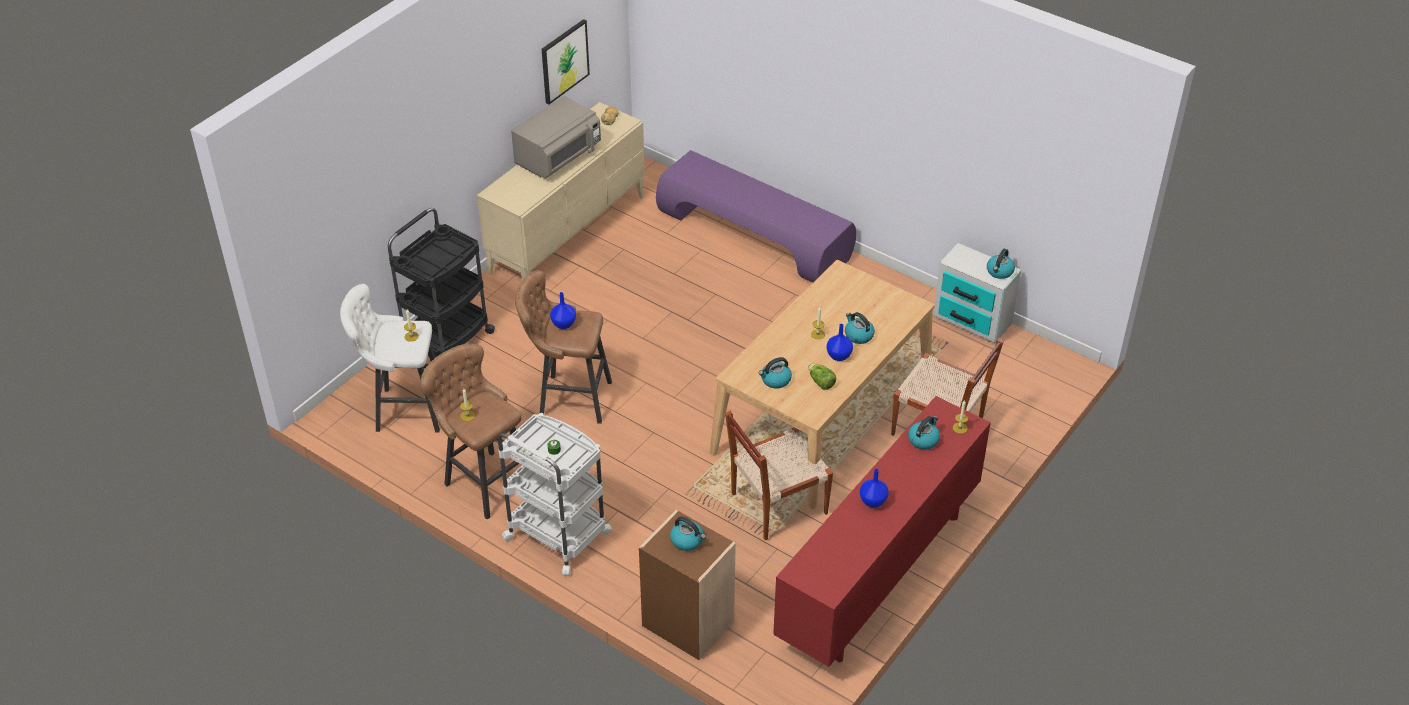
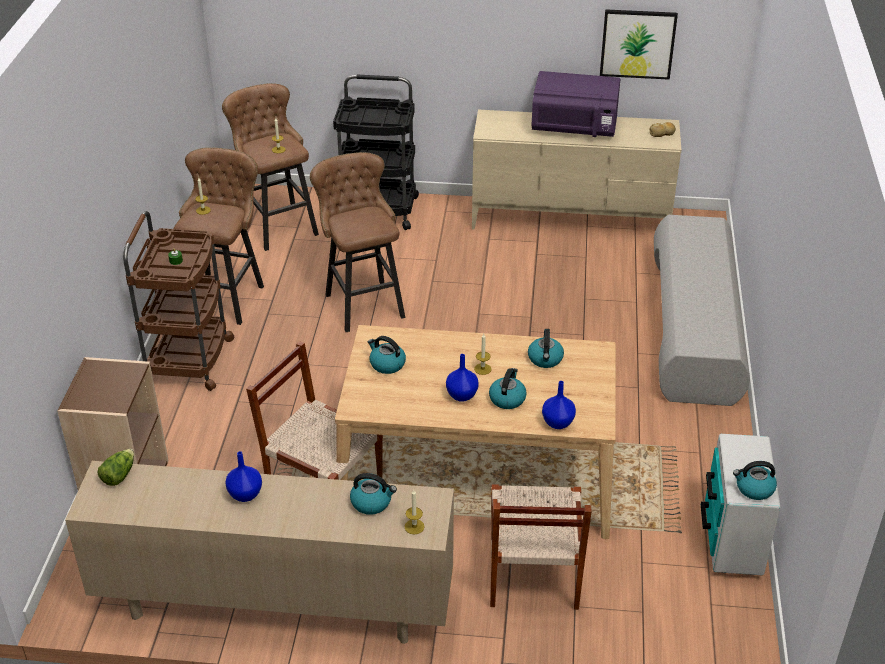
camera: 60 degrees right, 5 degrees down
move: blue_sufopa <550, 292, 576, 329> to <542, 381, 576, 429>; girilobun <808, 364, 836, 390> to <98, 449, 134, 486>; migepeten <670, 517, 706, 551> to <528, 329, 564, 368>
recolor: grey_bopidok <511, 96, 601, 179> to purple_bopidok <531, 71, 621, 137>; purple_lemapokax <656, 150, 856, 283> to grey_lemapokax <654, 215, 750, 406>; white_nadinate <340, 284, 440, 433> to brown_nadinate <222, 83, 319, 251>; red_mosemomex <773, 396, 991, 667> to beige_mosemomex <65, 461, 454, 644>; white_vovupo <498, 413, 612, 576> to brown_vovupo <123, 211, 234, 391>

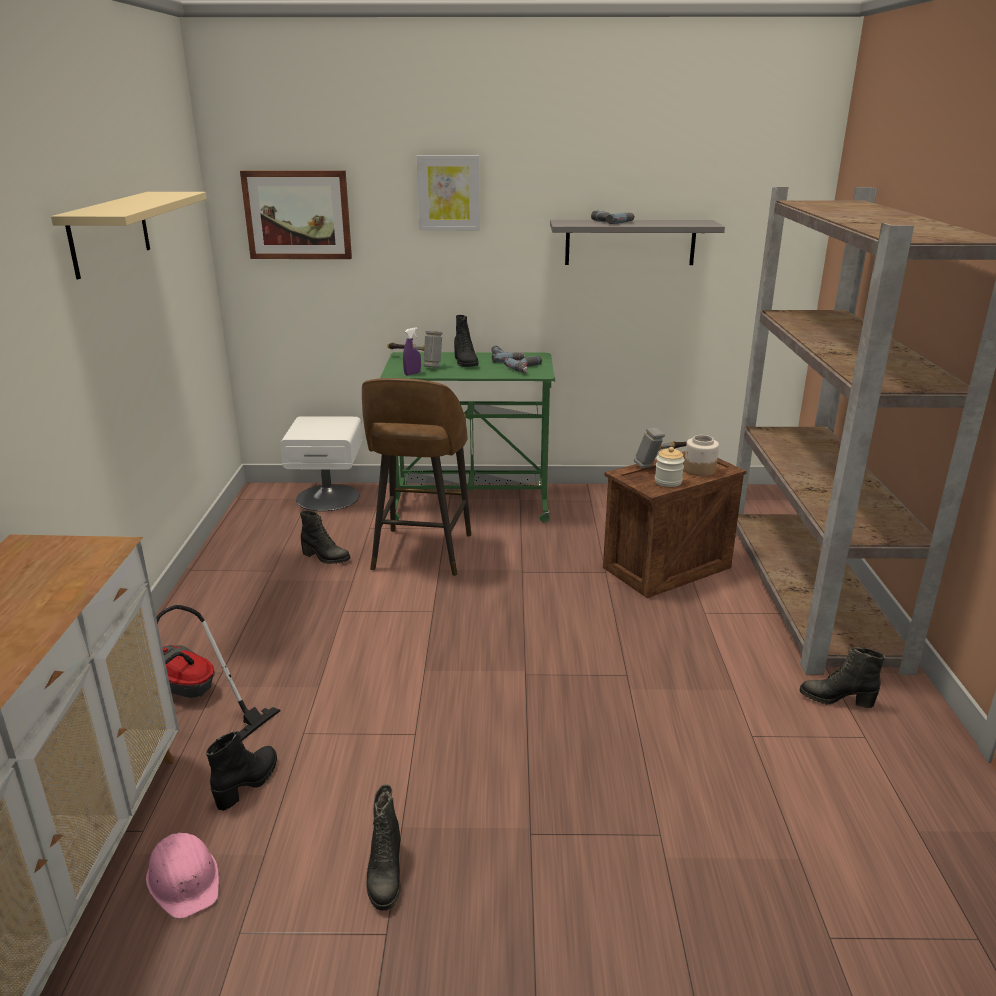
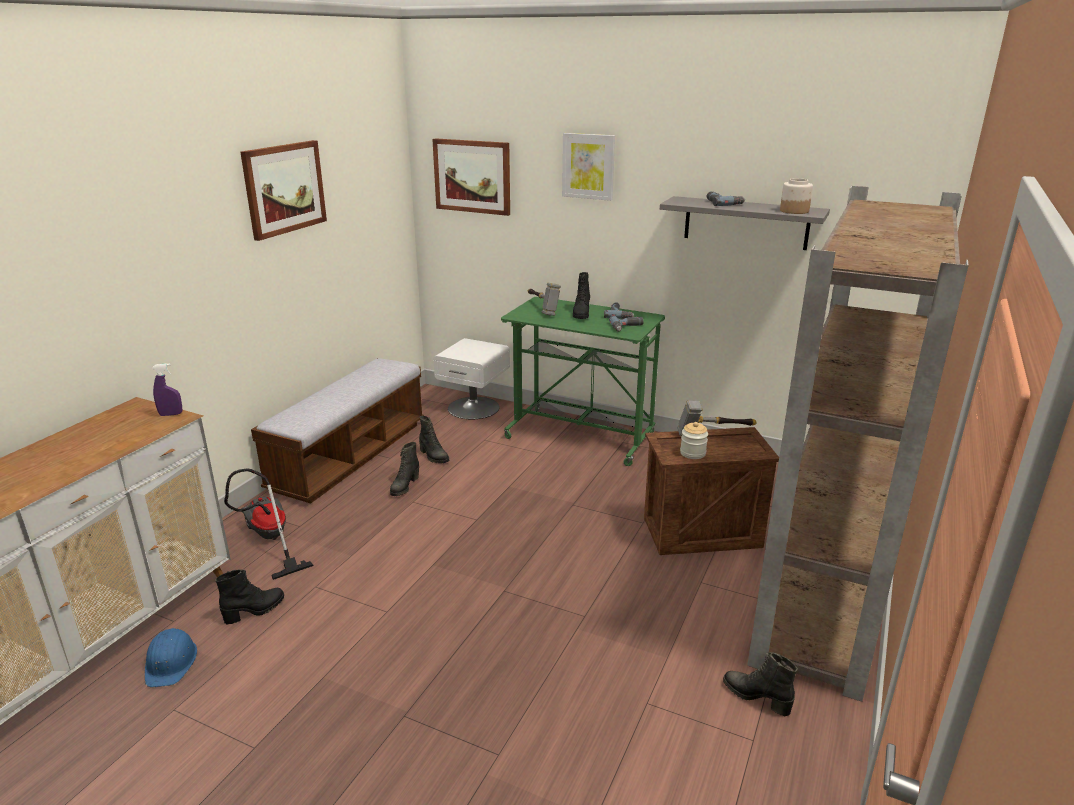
camera: 25 degrees right, 0 degrees up
delete: brown_nadinate <362, 378, 471, 576>
insert: lemapokax <251, 358, 424, 503>
move: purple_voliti <403, 327, 421, 375> to <152, 363, 182, 416>; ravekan <684, 435, 719, 476> to <780, 178, 813, 214>; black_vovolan <366, 784, 401, 911> to <390, 442, 419, 496>
replace: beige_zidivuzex <51, 192, 207, 279> to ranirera <240, 140, 327, 241>
recolor: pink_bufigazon <146, 833, 219, 919> to blue_bufigazon <145, 628, 197, 687>

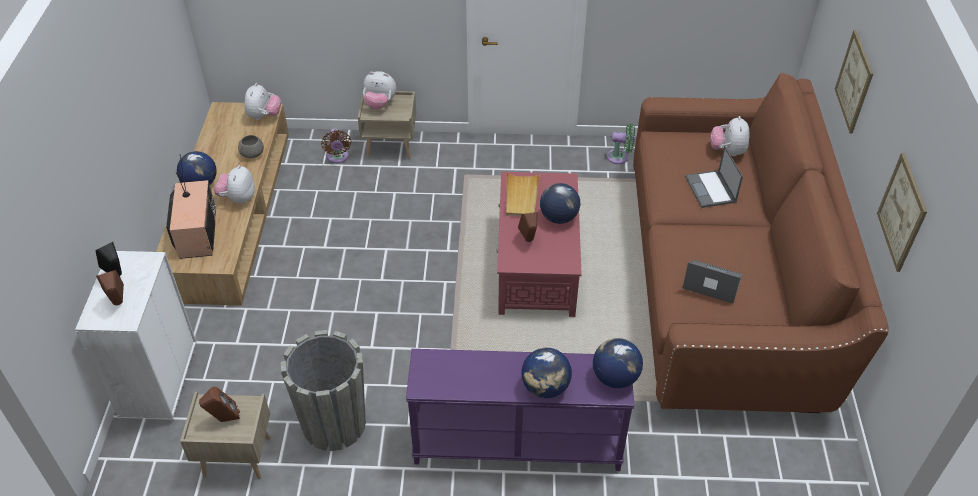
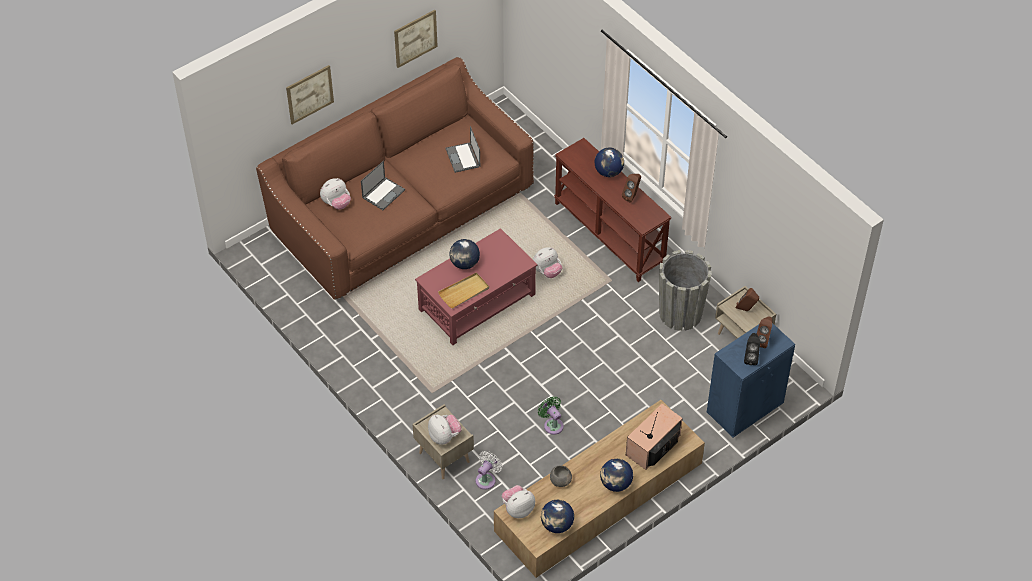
camera: 130 degrees left, 5 degrees up
move: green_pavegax <607, 124, 635, 164> to <538, 396, 564, 435>; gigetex <214, 165, 255, 204> to <533, 247, 562, 278>; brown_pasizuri <518, 212, 538, 242> to <622, 174, 641, 203>; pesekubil <593, 338, 643, 388> to <541, 500, 574, 533>
recolor: brown_pavegax <321, 128, 351, 163> to white_pavegax <476, 451, 502, 490>; white_mosemomex <75, 251, 197, 419> to blue_mosemomex <707, 323, 795, 437>; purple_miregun <406, 349, 634, 471> to brown_miregun <554, 138, 671, 282>

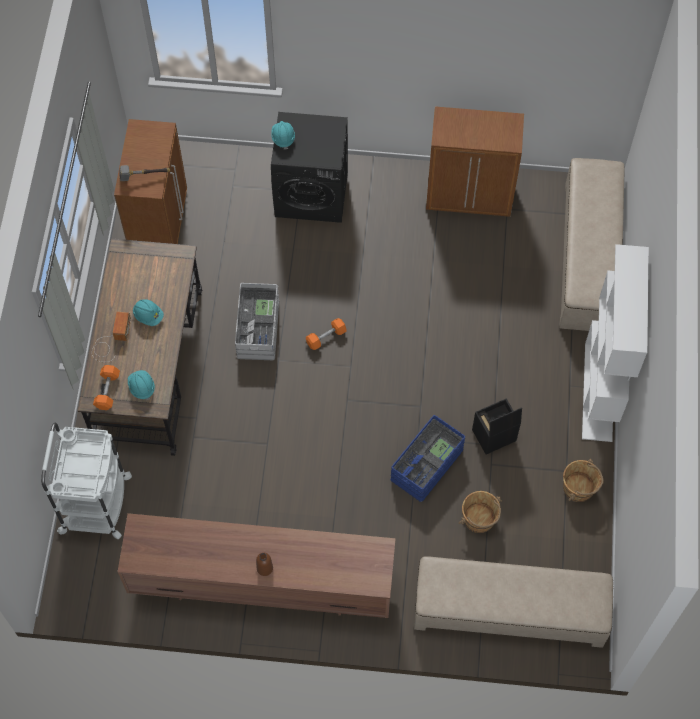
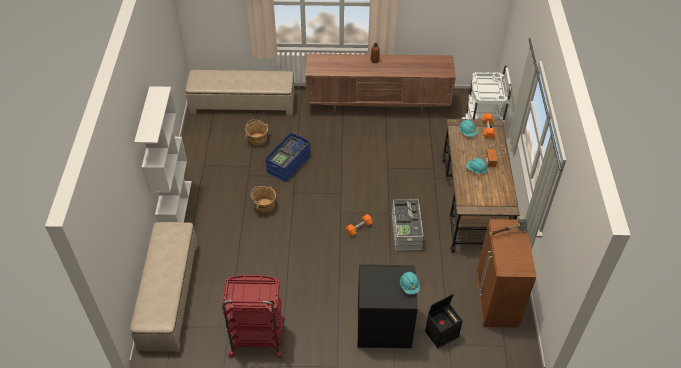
camera: 175 degrees right, 15 degrees down
move: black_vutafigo <472, 398, 522, 454> to <425, 294, 463, 348>; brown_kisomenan <563, 459, 604, 502> to <250, 186, 276, 214>
replace: brown_mosemomex <426, 106, 524, 217> to red_vovupo <222, 275, 285, 358>

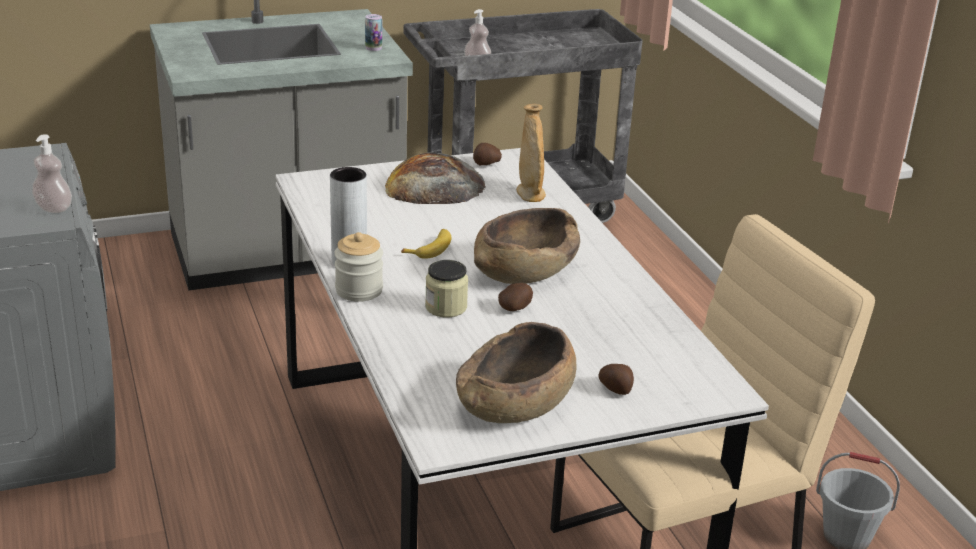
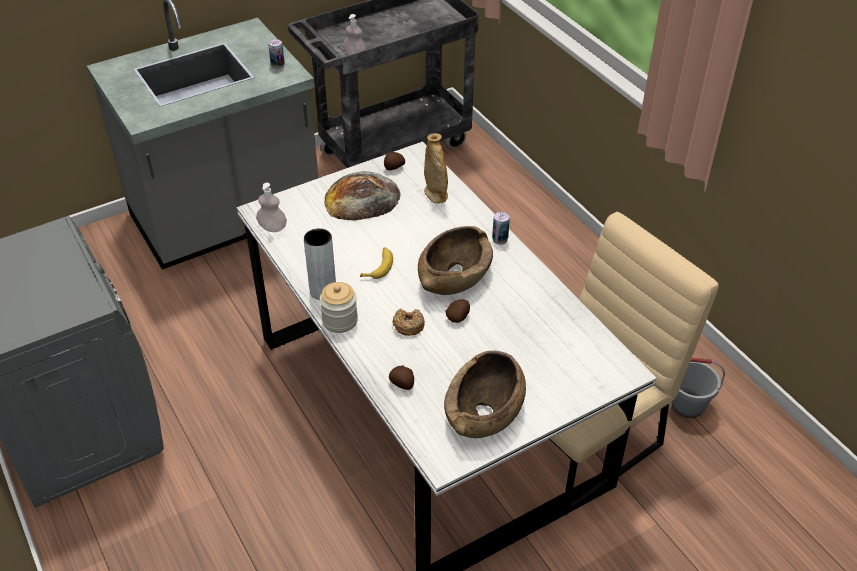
camera: 10 degrees left, 15 degrees up
insert: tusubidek <492, 212, 510, 245>
move: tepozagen <32, 134, 72, 213> to <256, 183, 287, 232>; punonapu <599, 364, 634, 395> to <389, 366, 414, 390>
replace: ravekan <425, 260, 468, 317> to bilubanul <393, 308, 425, 336>

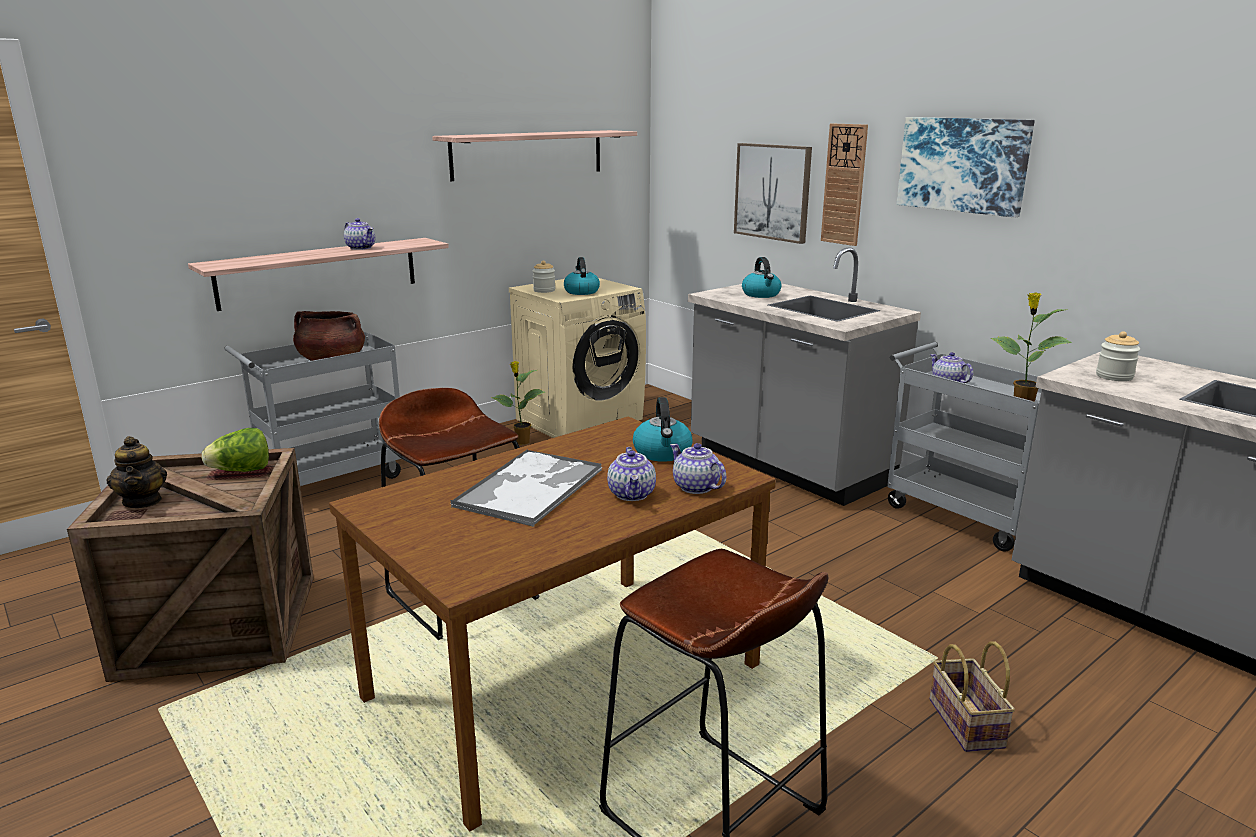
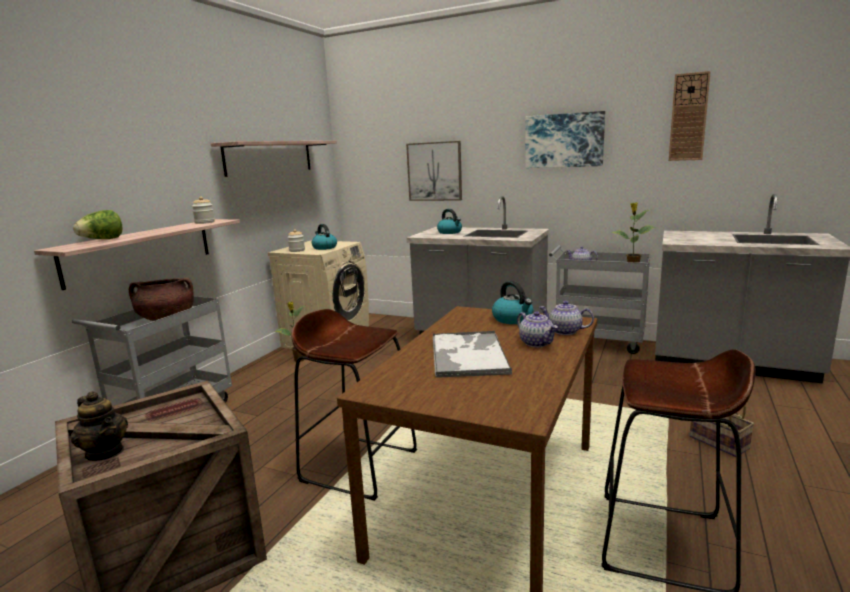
camera: 25 degrees left, 5 degrees down
delete: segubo <344, 218, 375, 250>
move: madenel <821, 123, 868, 246> to <669, 71, 711, 161>; ravekan <1096, 332, 1140, 381> to <192, 197, 215, 224>; girilobun <202, 428, 269, 472> to <73, 210, 123, 239>

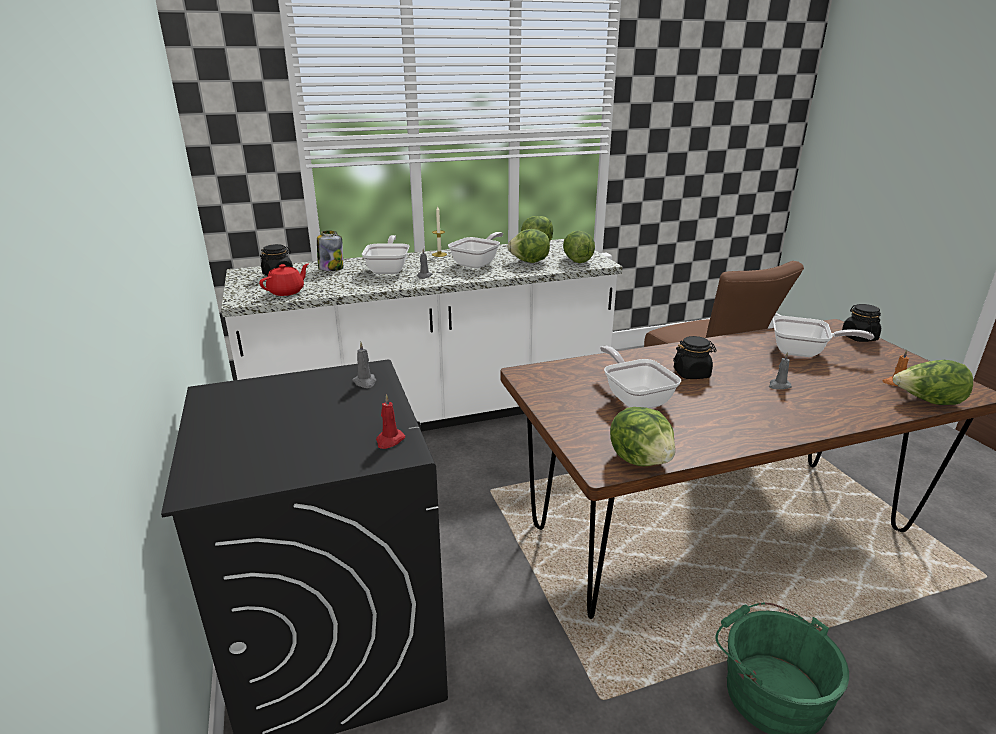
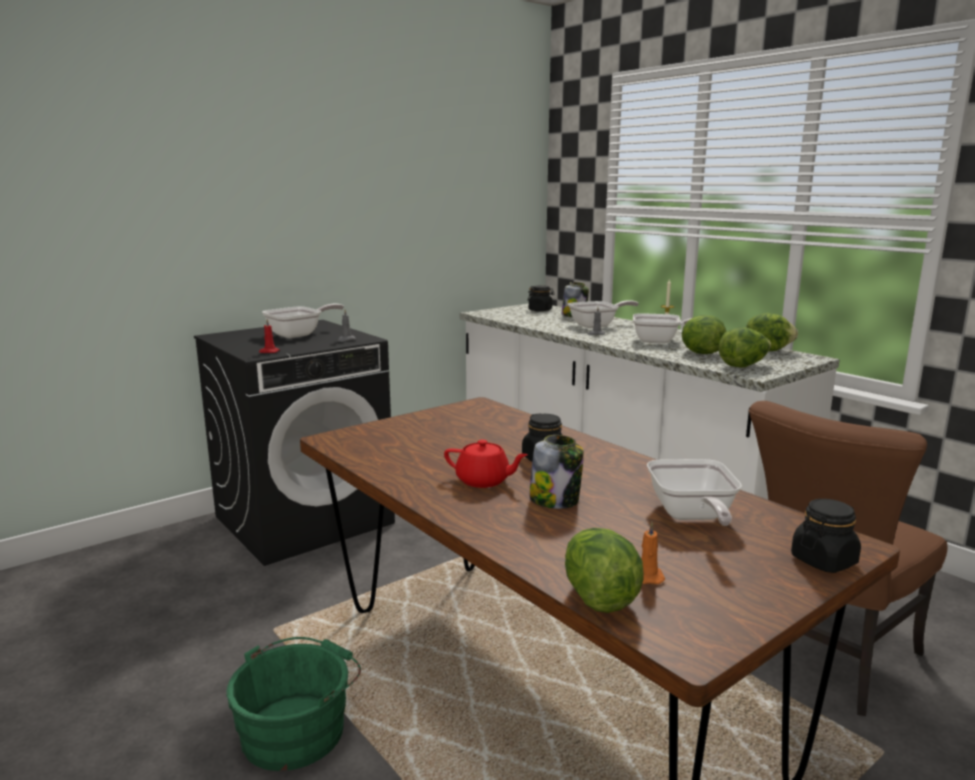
camera: 70 degrees right, 10 degrees down
delete: girilobun <610, 407, 675, 466>
move: red_segubo <259, 264, 309, 296> to <444, 440, 528, 488>; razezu <600, 346, 681, 408> to <262, 303, 344, 338>
replace: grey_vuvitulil <769, 352, 792, 389> to ravekan <529, 435, 584, 509>

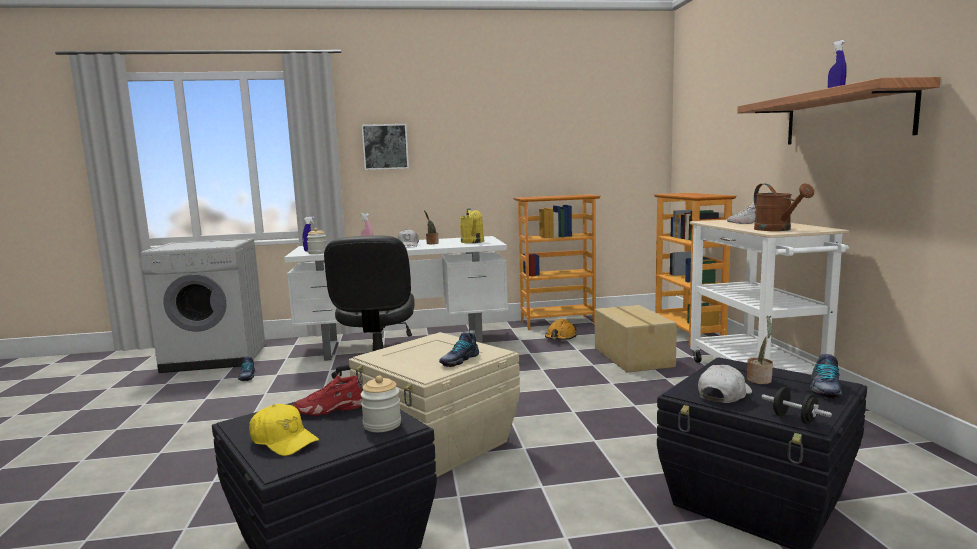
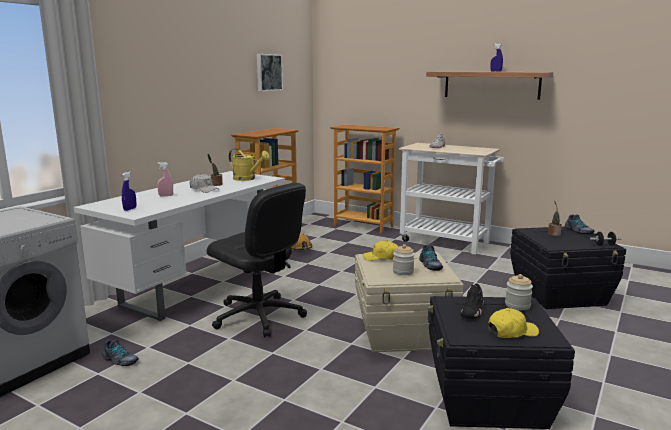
camera: 50 degrees left, 5 degrees up
delete: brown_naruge <754, 183, 814, 231>; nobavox <595, 305, 677, 373>; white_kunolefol <698, 365, 752, 403>
insert: yellow_kunolefol <363, 240, 398, 261>
move: ranirera <361, 124, 409, 170> to <257, 54, 283, 91>; ravekan <307, 228, 327, 254> to <393, 244, 415, 275>
recolor: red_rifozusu <294, 373, 363, 416> to black_rifozusu <461, 284, 484, 319>

